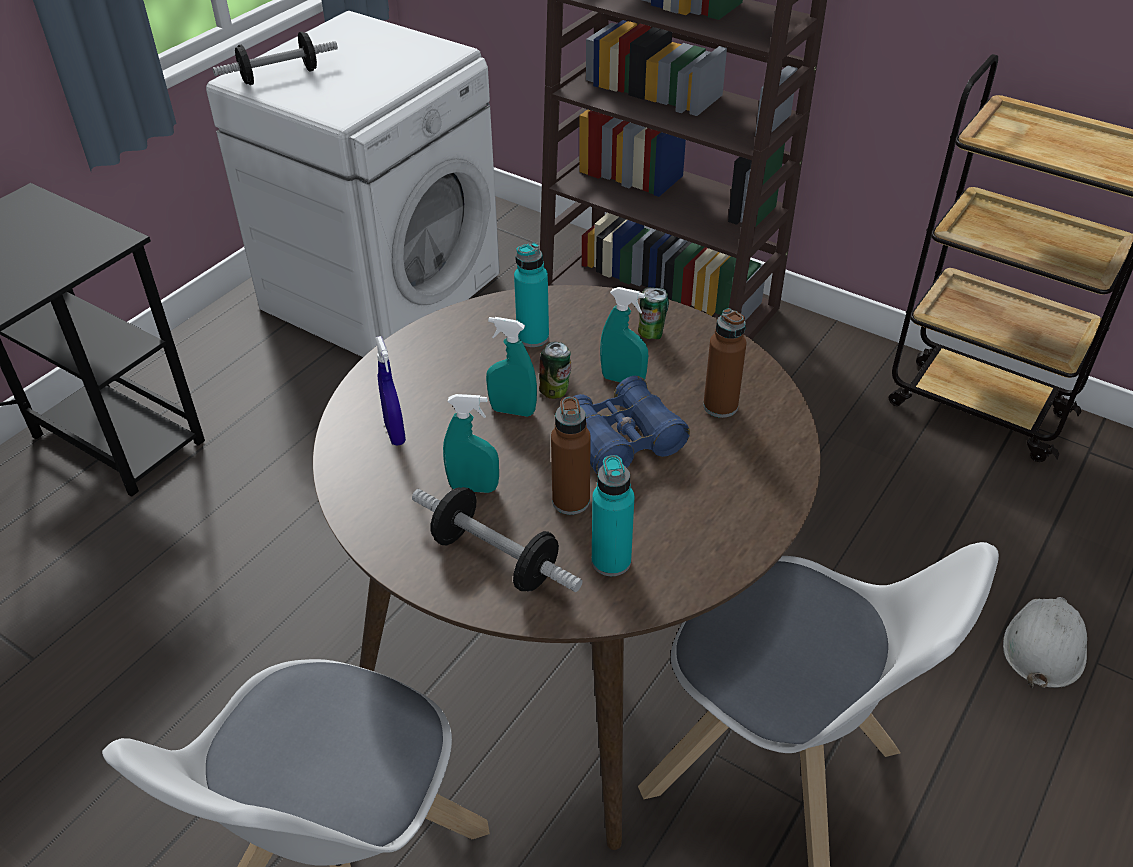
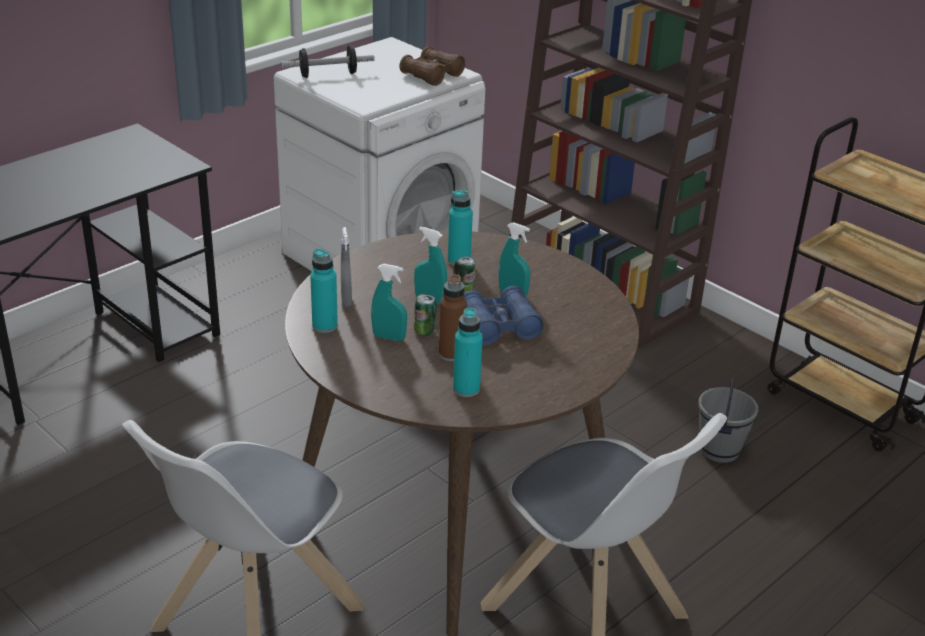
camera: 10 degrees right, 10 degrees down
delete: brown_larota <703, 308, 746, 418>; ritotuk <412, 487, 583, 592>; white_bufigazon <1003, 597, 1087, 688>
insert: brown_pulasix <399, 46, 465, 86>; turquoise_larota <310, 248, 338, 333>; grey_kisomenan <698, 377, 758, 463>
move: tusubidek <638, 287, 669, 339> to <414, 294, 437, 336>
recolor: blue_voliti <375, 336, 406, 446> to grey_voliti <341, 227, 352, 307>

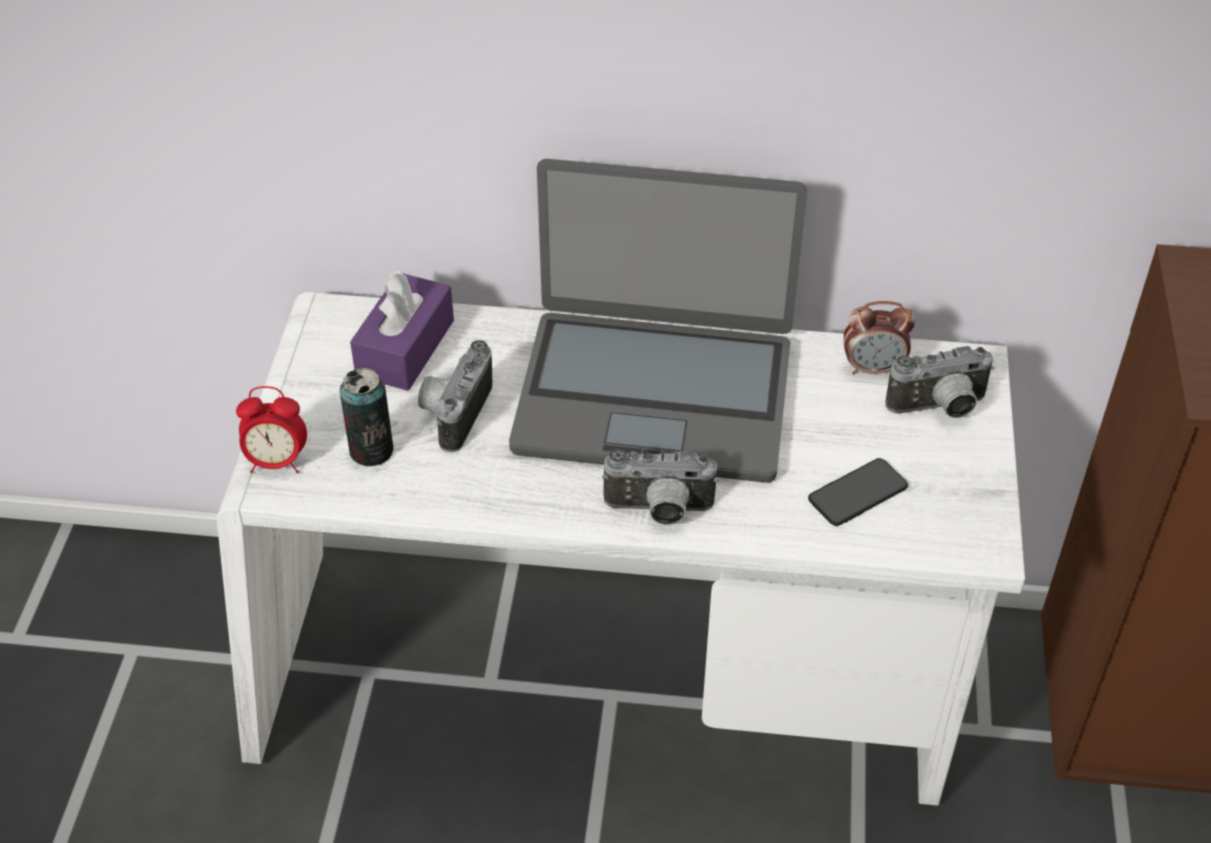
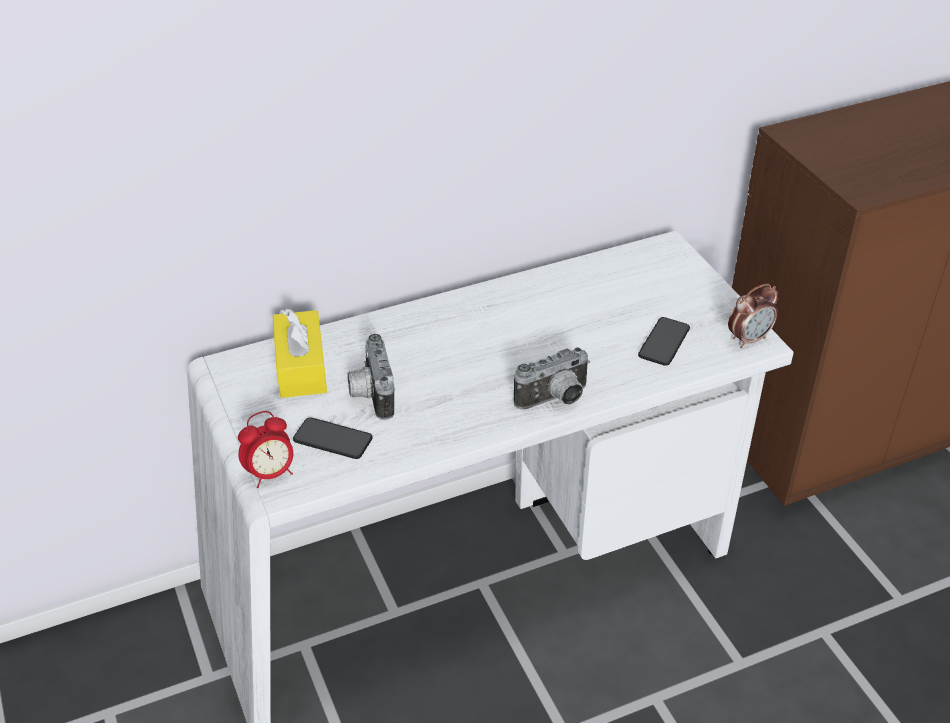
camera: 30 degrees left, 5 degrees down
delete: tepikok <509, 159, 807, 483>; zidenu <885, 346, 995, 418>
move: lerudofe <844, 301, 915, 375> to <728, 284, 779, 348>
replace: tusubidek <340, 368, 394, 466> to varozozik <293, 417, 372, 459>
recolor: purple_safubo <350, 270, 454, 391> to yellow_safubo <273, 308, 327, 398>

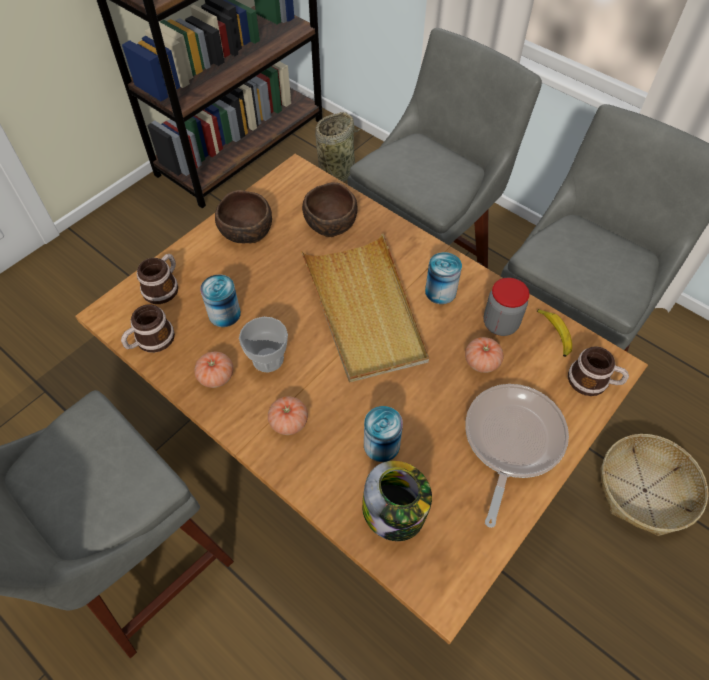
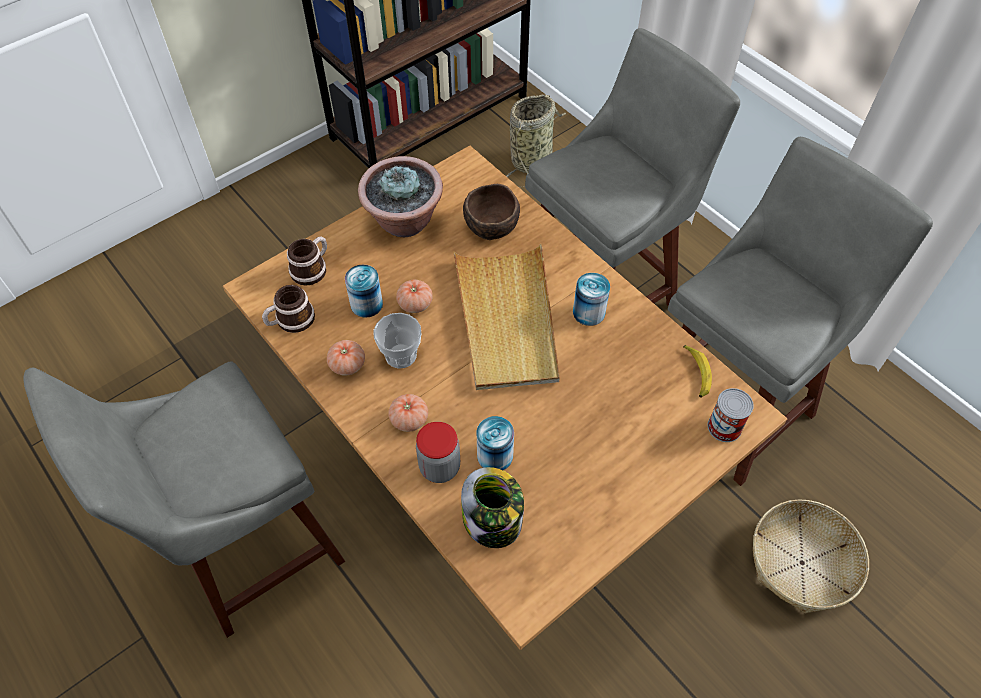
camera: 10 degrees right, 0 degrees up
delete: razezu <465, 384, 569, 528>
move: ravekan <484, 278, 530, 336> to <416, 422, 460, 483>; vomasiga <465, 337, 503, 373> to <396, 280, 433, 313>
replace: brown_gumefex <215, 190, 272, 243> to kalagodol <358, 156, 443, 237>; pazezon <568, 346, 629, 396> to tusubidek <708, 388, 754, 442>

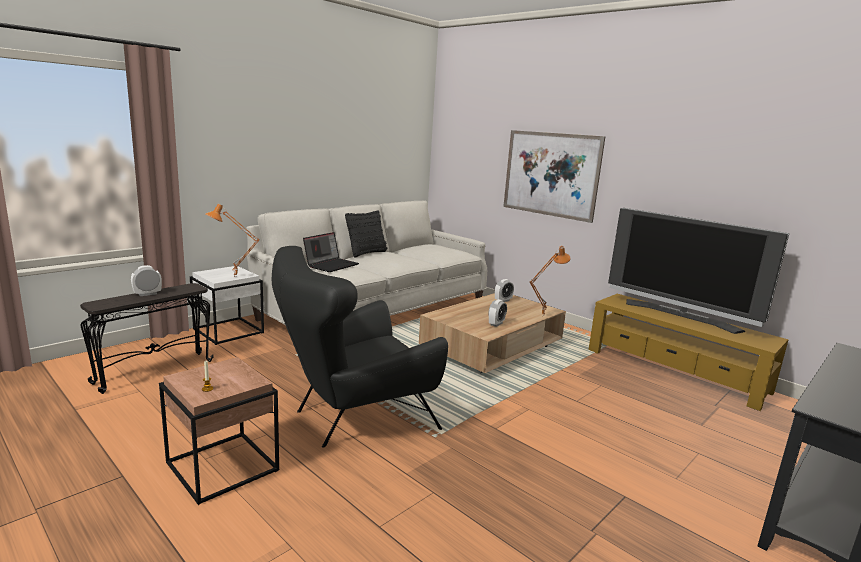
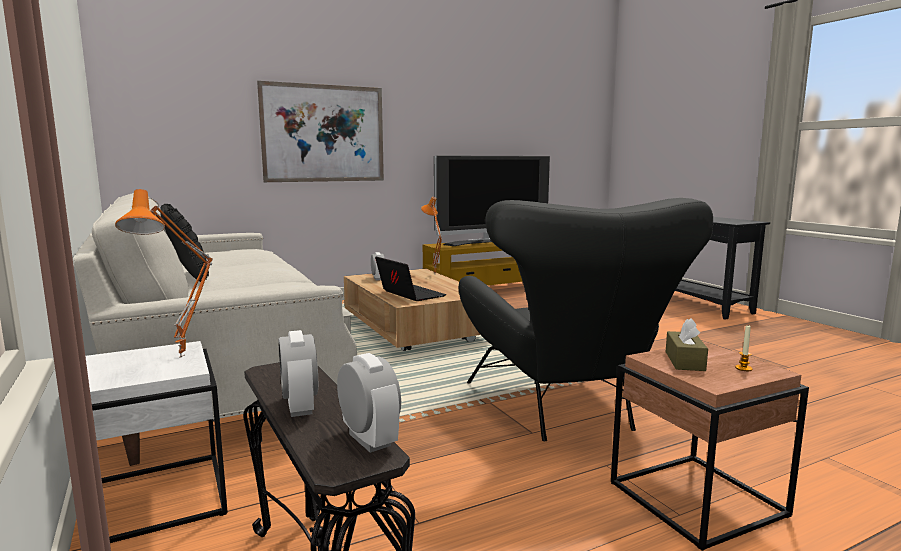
camera: 70 degrees left, 5 degrees down
insert: brown_safubo <666, 318, 708, 371>
move: tepikok <303, 232, 359, 272> to <375, 257, 446, 301>; lerudofe <488, 299, 507, 327> to <337, 353, 401, 453>

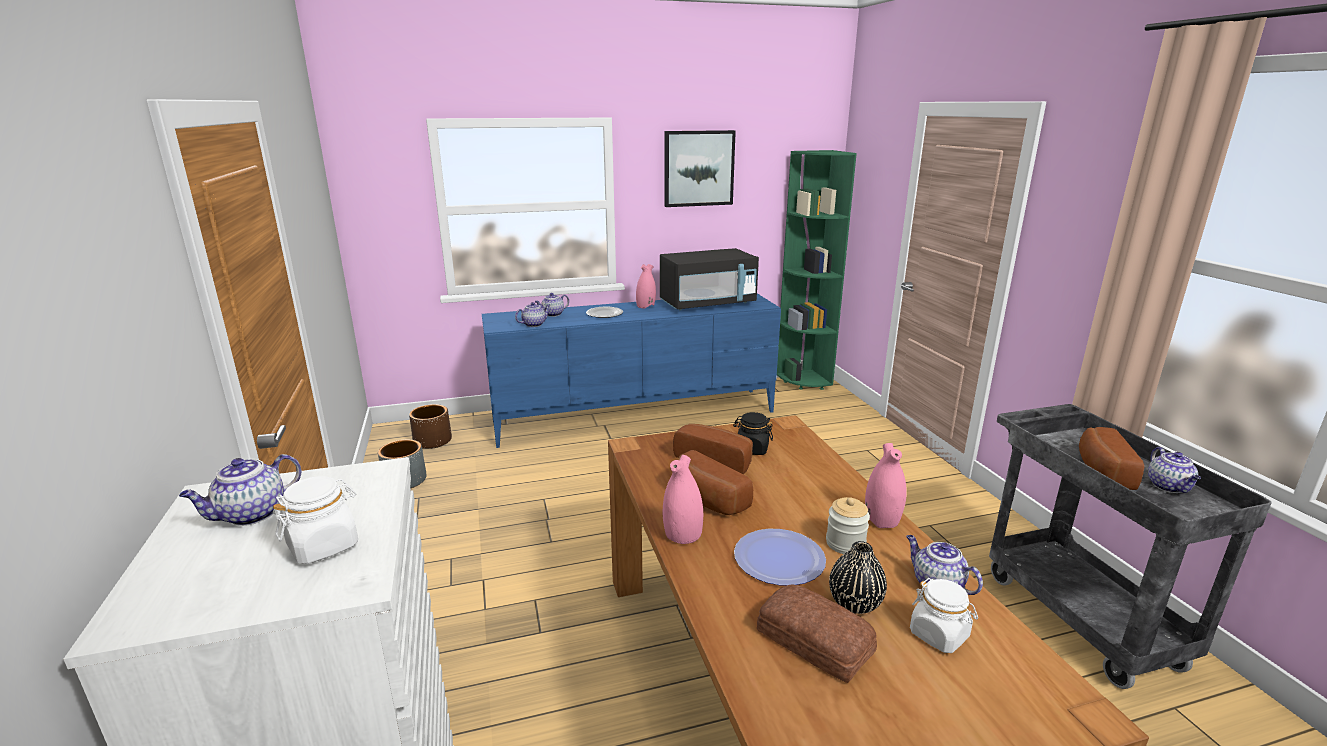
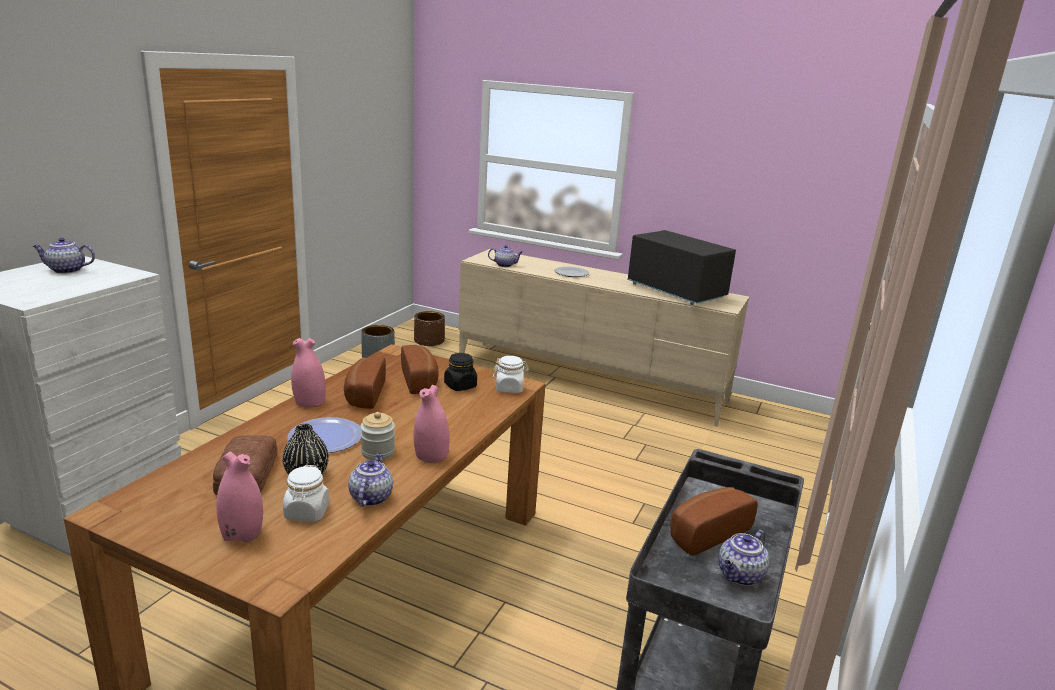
camera: 40 degrees right, 0 degrees up
delete: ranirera <664, 130, 736, 207>; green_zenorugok <777, 150, 857, 390>; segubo <535, 293, 569, 317>
move: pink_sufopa <636, 264, 656, 309> to <216, 451, 263, 542>; white_ravekan <273, 476, 358, 564> to <493, 356, 529, 393>
recolor: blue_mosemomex <482, 293, 781, 448> to beige_mosemomex <459, 249, 749, 426>
rotate: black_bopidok <660, 248, 759, 310> = <627, 230, 736, 305> 150 degrees counterclockwise

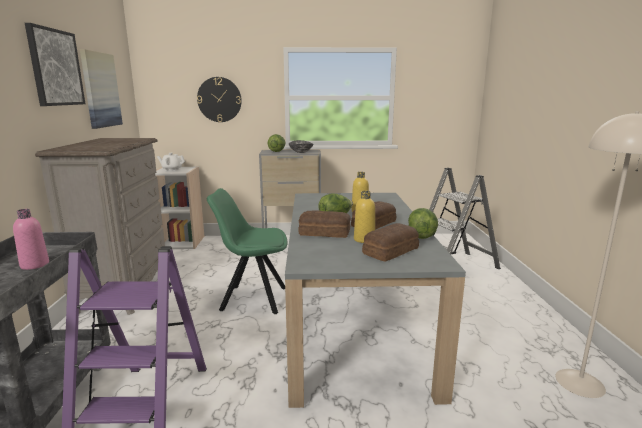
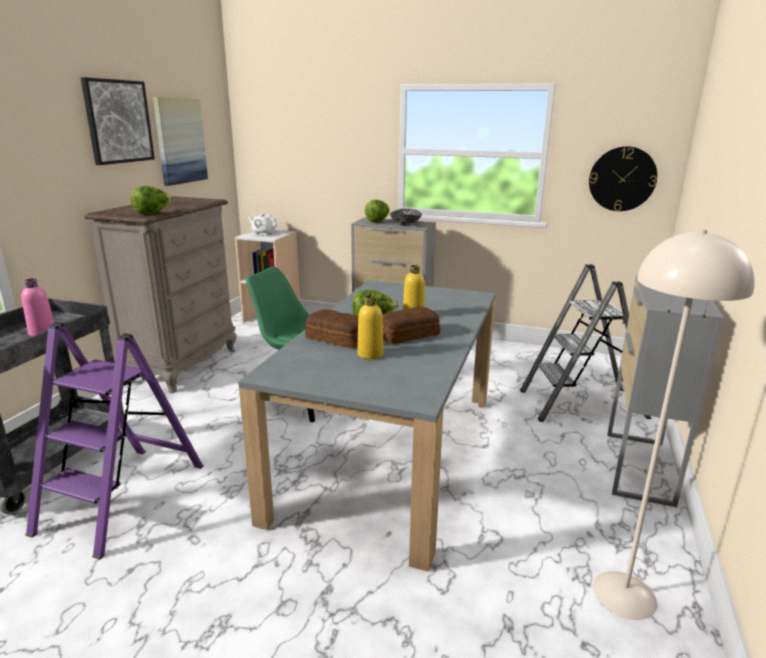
camera: 20 degrees right, 5 degrees up
delete: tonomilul <362, 223, 419, 261>
insert: grey_mosemomex <607, 275, 724, 507>
move: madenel <197, 77, 242, 122> to <589, 146, 657, 211>; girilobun <408, 208, 438, 239> to <131, 186, 172, 215>

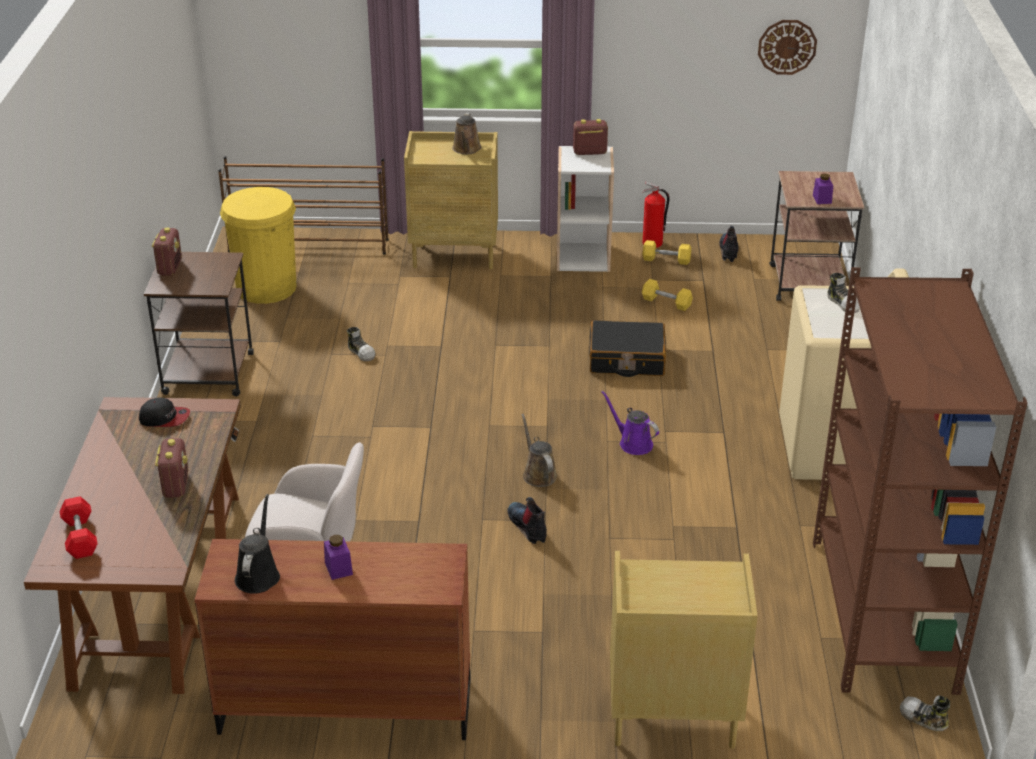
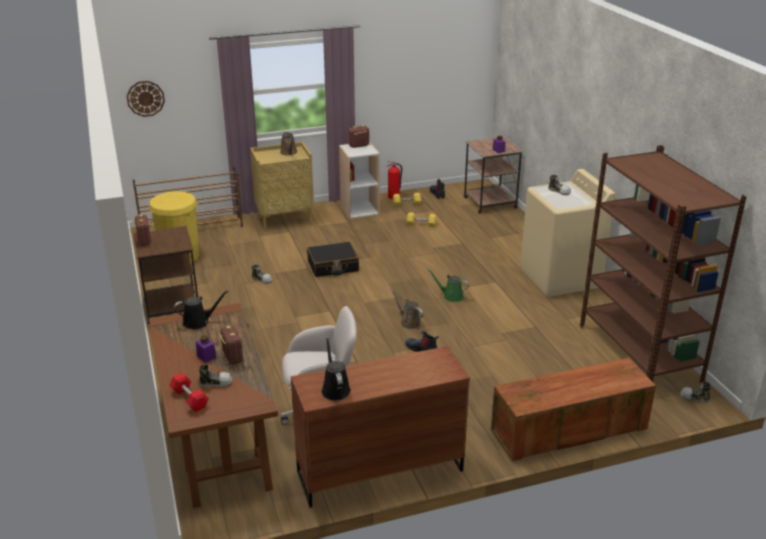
camera: 20 degrees left, 5 degrees down
insert: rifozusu <198, 364, 232, 387>
move: madenel <758, 20, 817, 75> to <127, 81, 165, 117>; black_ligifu <589, 320, 666, 377> to <307, 242, 359, 277>; purple_ravekan <324, 535, 353, 580> to <196, 335, 217, 363>
replace: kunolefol <139, 397, 190, 427> to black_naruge <174, 290, 229, 329>; beige_mosemomex <610, 551, 758, 749> to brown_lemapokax <491, 358, 656, 461>
recolor: purple_naruge <601, 390, 659, 455> to green_naruge <428, 269, 469, 302>

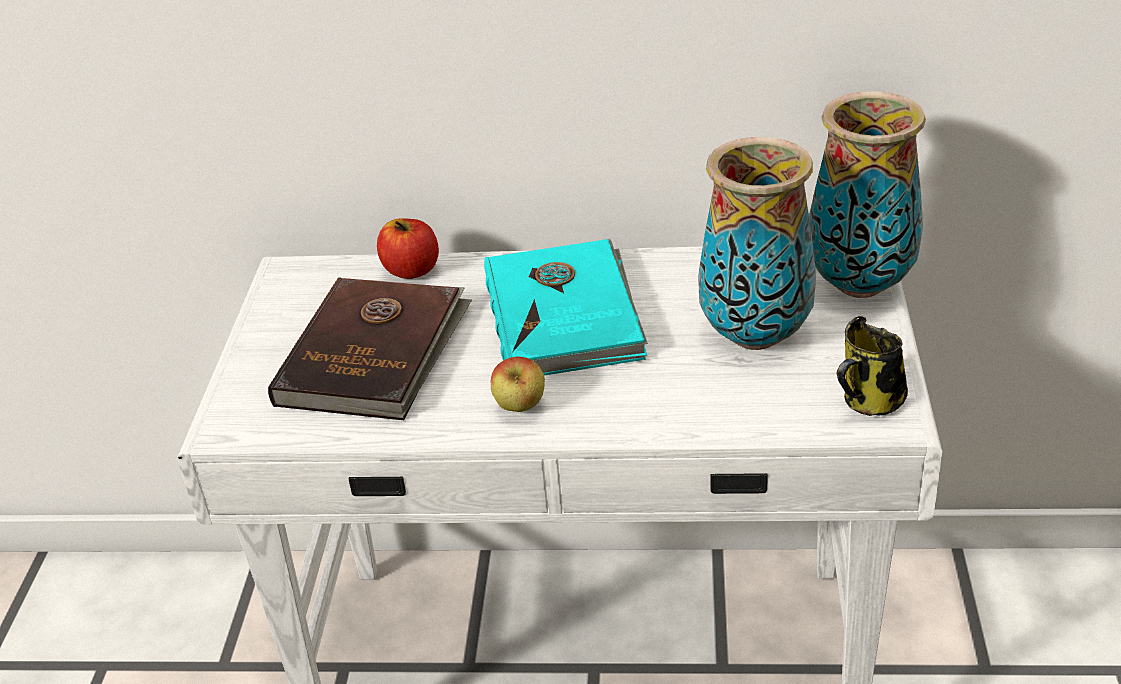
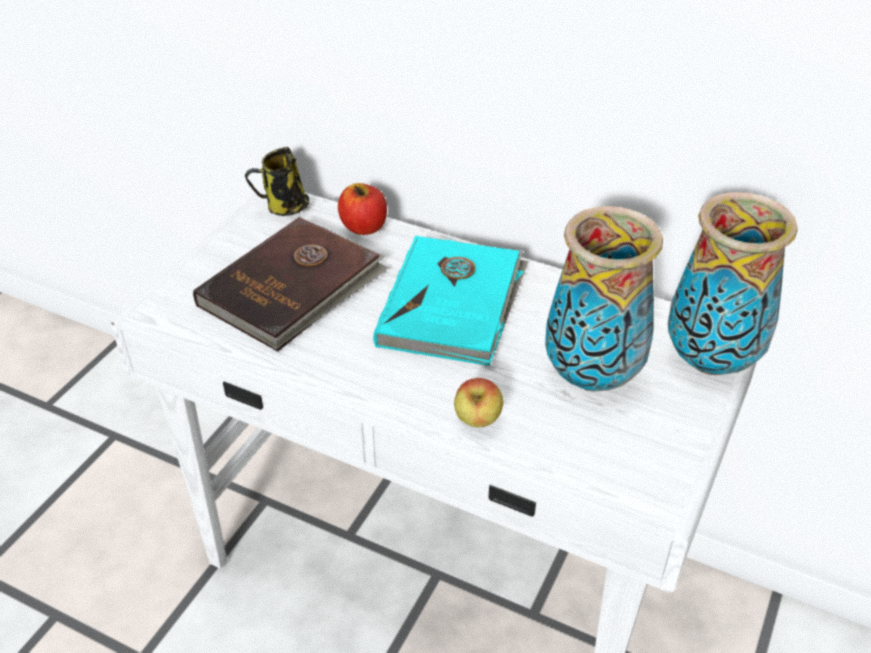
camera: 20 degrees right, 5 degrees up
move: pazezon <836, 316, 908, 416> to <245, 147, 309, 216>; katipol <491, 357, 545, 412> to <454, 378, 504, 427>

